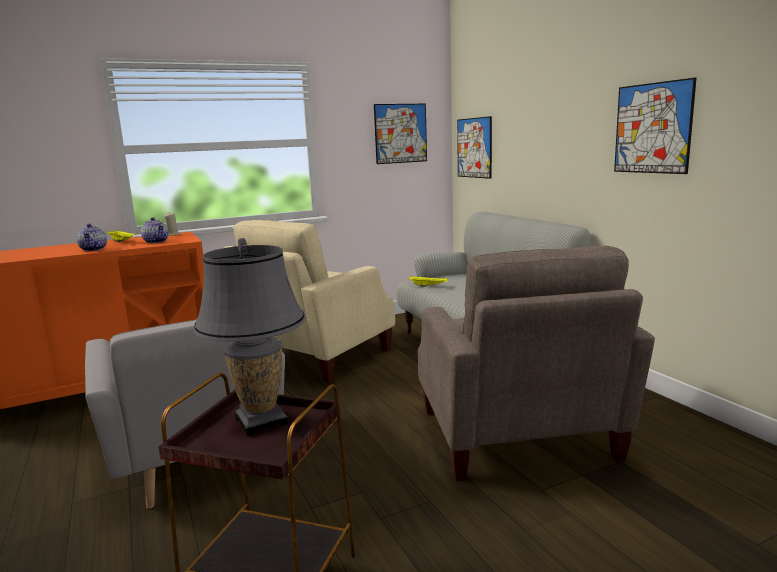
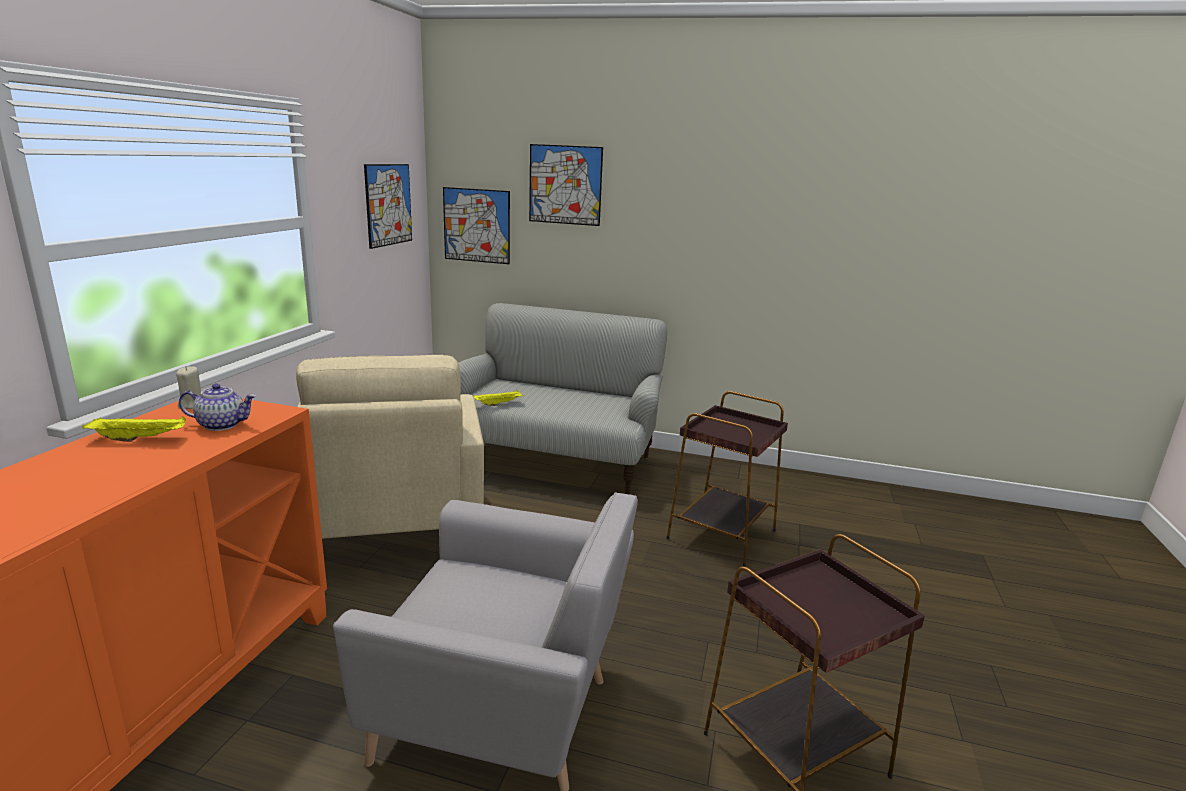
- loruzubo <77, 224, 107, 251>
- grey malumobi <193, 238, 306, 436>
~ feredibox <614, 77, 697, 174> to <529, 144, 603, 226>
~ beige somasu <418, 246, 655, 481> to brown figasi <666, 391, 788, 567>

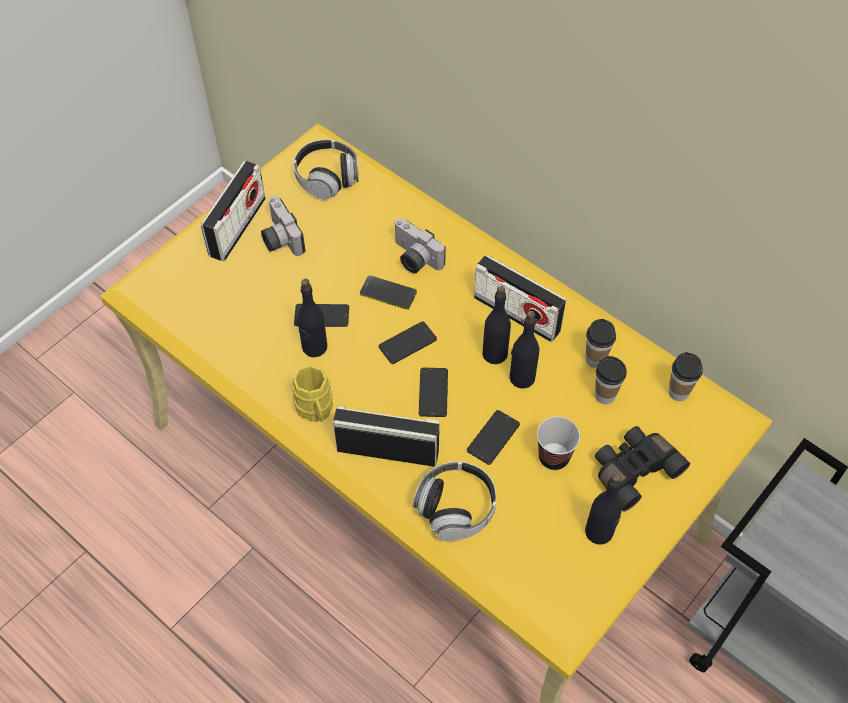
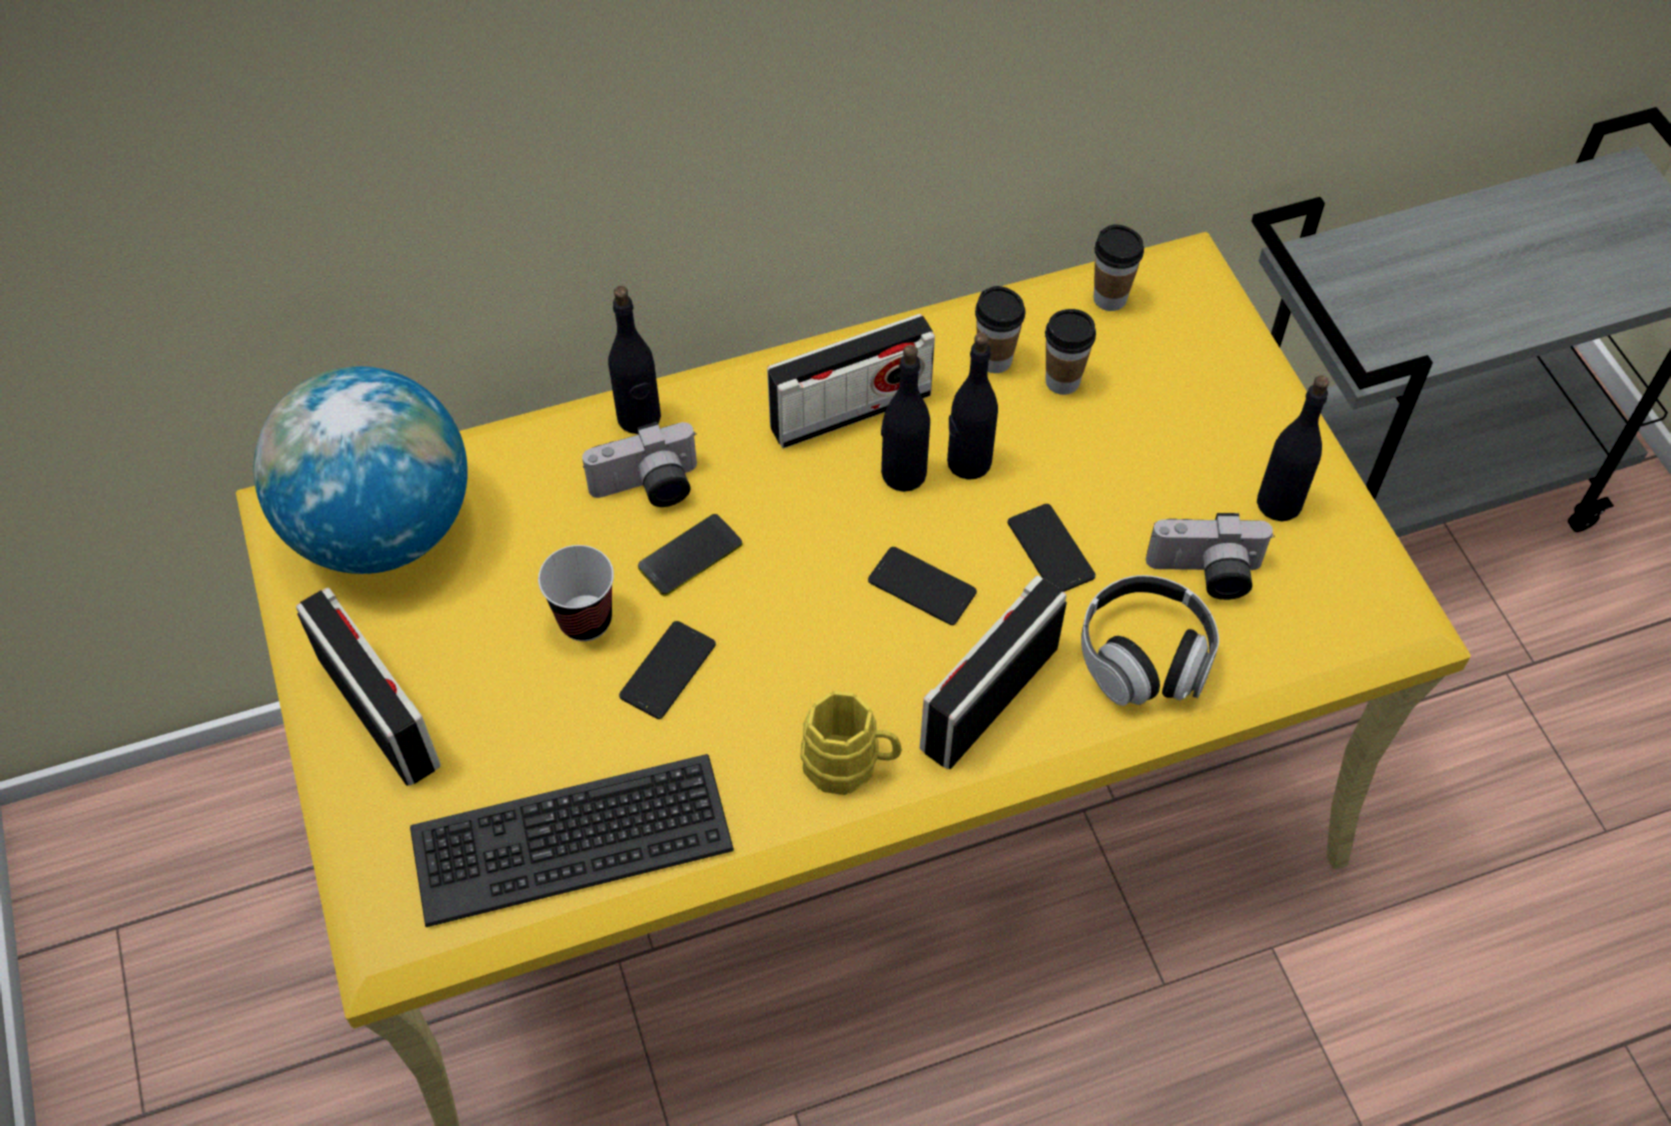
- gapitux <378, 321, 437, 364>
- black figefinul <595, 426, 690, 512>
+ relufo <410, 754, 734, 927>
~ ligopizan <261, 196, 305, 256> to <1146, 513, 1275, 600>
~ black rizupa <298, 279, 327, 357> to <608, 286, 661, 434>
~ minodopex <537, 417, 580, 470> to <538, 545, 614, 641>
~ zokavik <293, 139, 359, 200> to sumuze <253, 366, 468, 574>

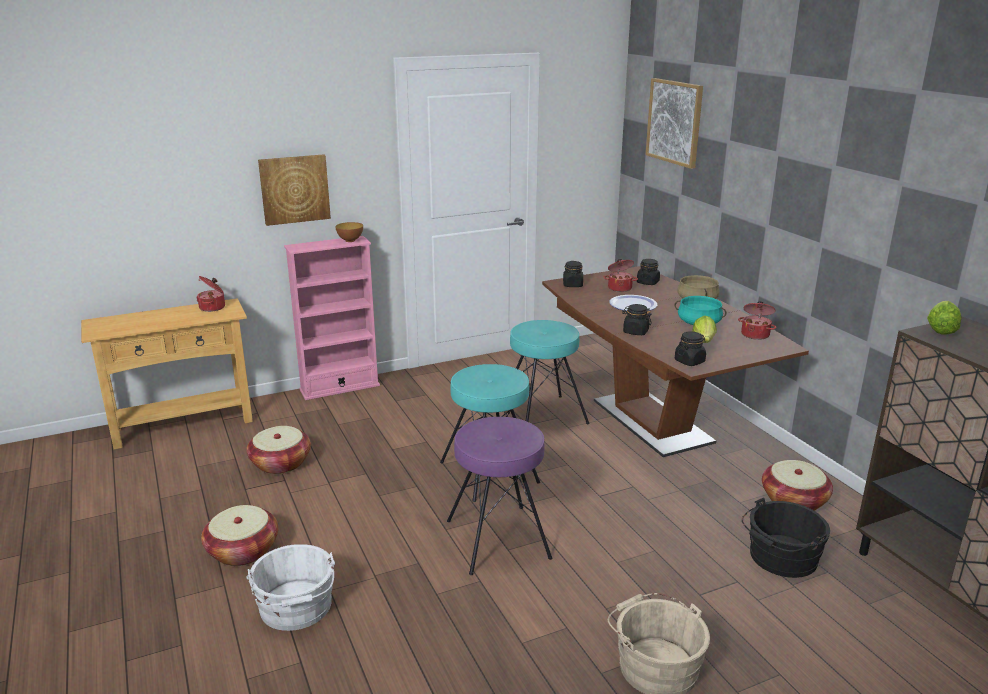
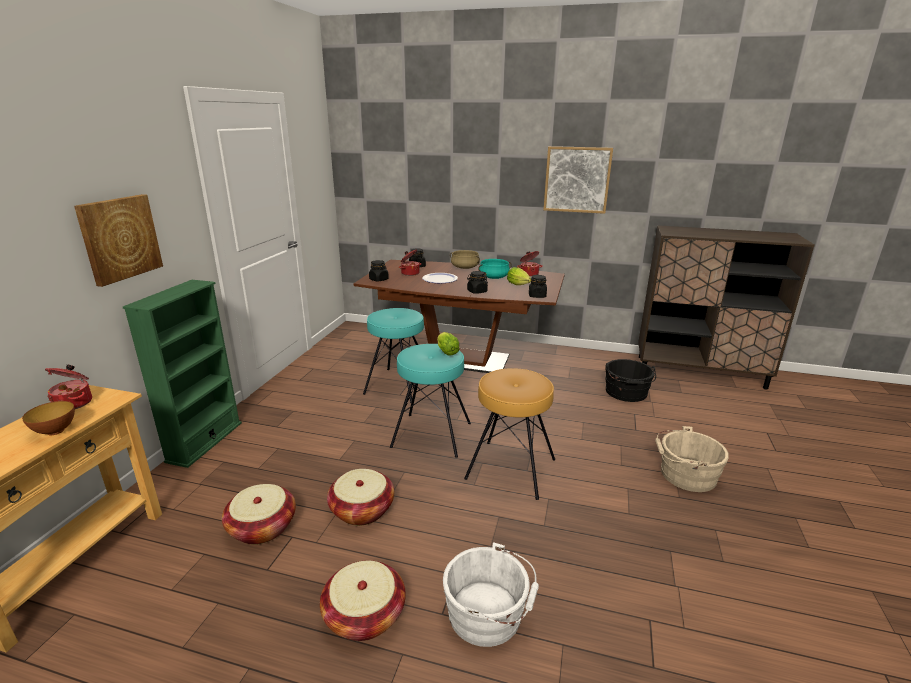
~ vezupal <335, 222, 363, 242> to <22, 401, 75, 435>
~ feredibox <646, 78, 703, 169> to <544, 146, 613, 214>
~ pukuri <762, 460, 833, 511> to <327, 469, 394, 526>
~ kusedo <927, 301, 962, 335> to <437, 332, 460, 355>
~ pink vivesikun <284, 236, 380, 400> to green vivesikun <123, 280, 242, 468>
~ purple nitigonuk <447, 417, 552, 575> to brown nitigonuk <464, 368, 555, 500>

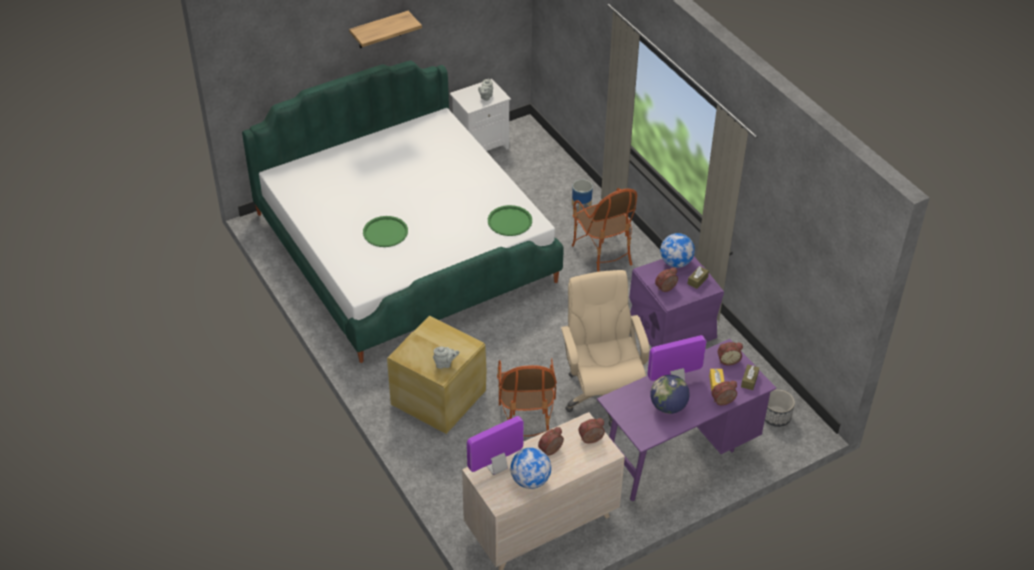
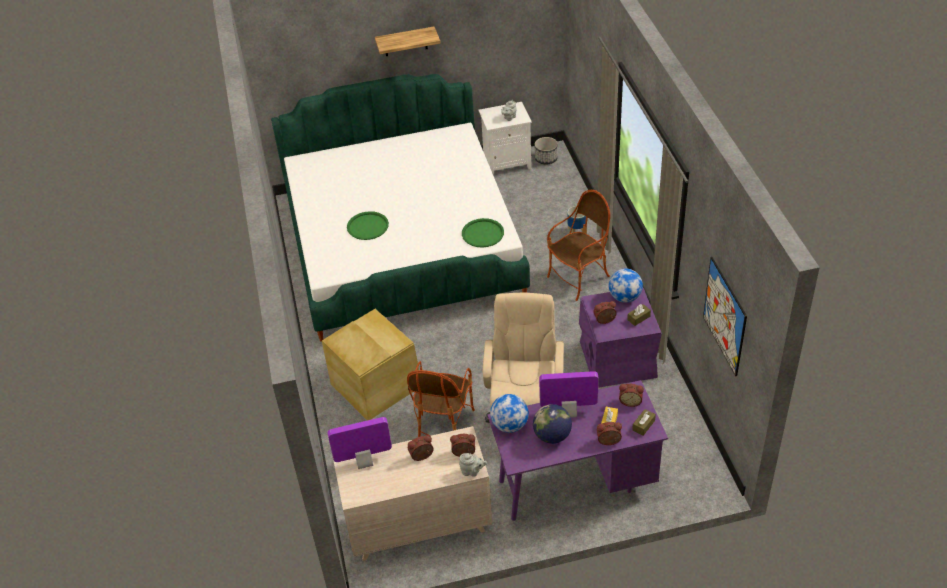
+ feredibox <703, 257, 747, 376>
~ grey loruzubo <433, 346, 459, 369> to <459, 453, 487, 477>
~ sumuze <510, 448, 551, 489> to <490, 394, 529, 433>
~ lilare <765, 389, 795, 427> to <535, 137, 558, 164>
~ somasu <572, 188, 637, 272> = <547, 190, 610, 301> 120 degrees counterclockwise

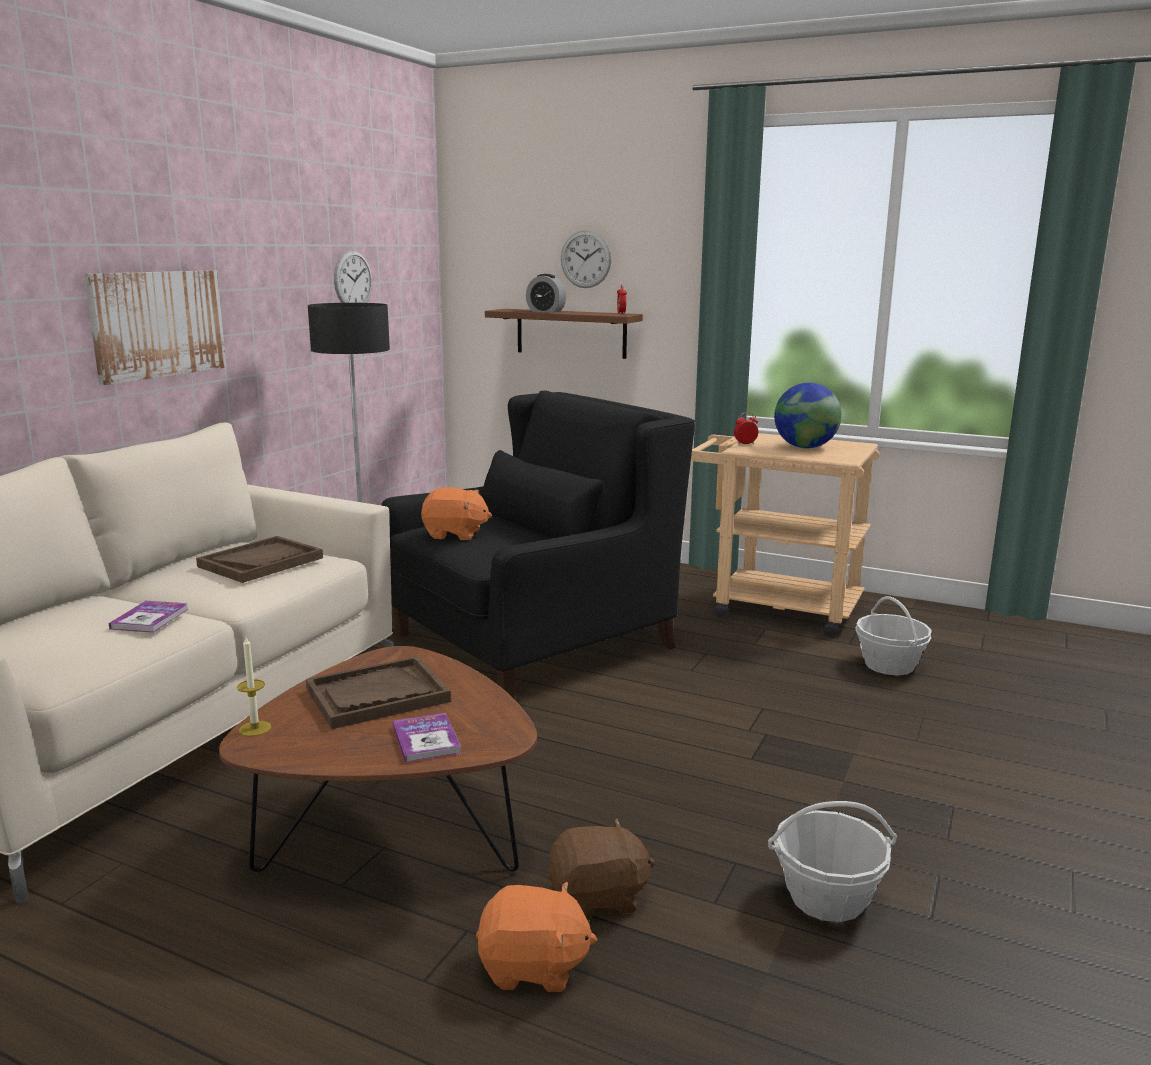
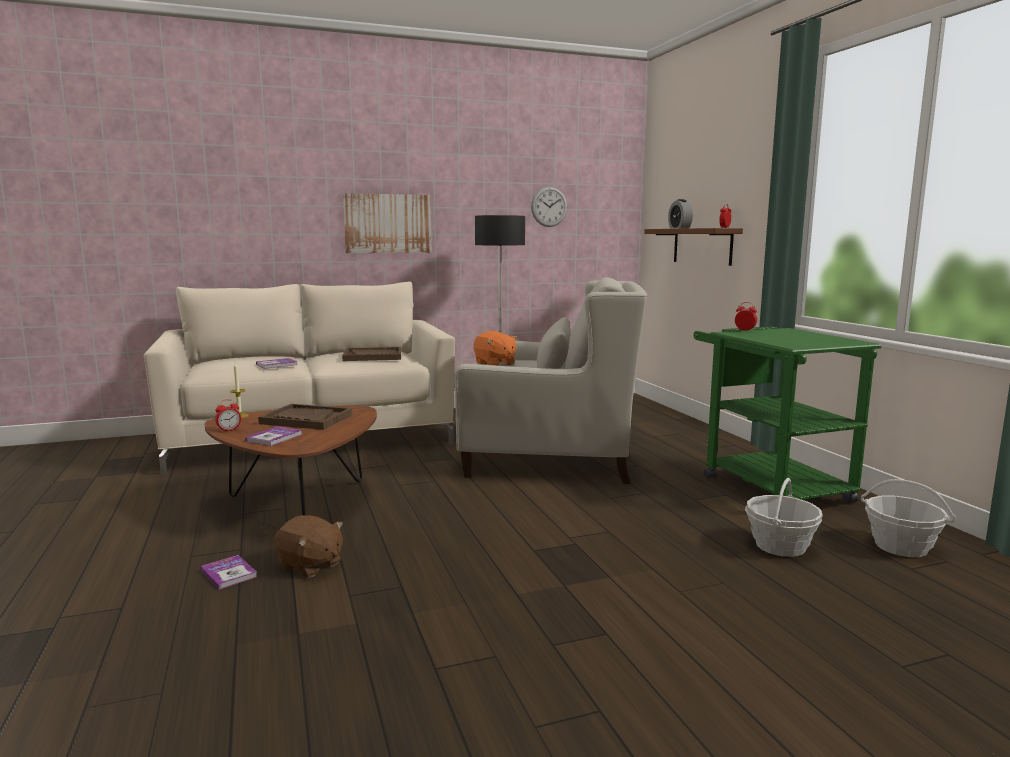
- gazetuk <561, 230, 612, 288>
- sumuze <774, 383, 842, 448>
+ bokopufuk <215, 399, 241, 432>
~ pukuri <768, 801, 897, 922> to <861, 479, 955, 557>
~ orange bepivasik <476, 882, 597, 992> to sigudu <201, 555, 257, 590>
~ black somasu <381, 390, 695, 699> to white somasu <455, 277, 648, 484>
~ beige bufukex <691, 433, 879, 636> to green bufukex <694, 327, 881, 503>

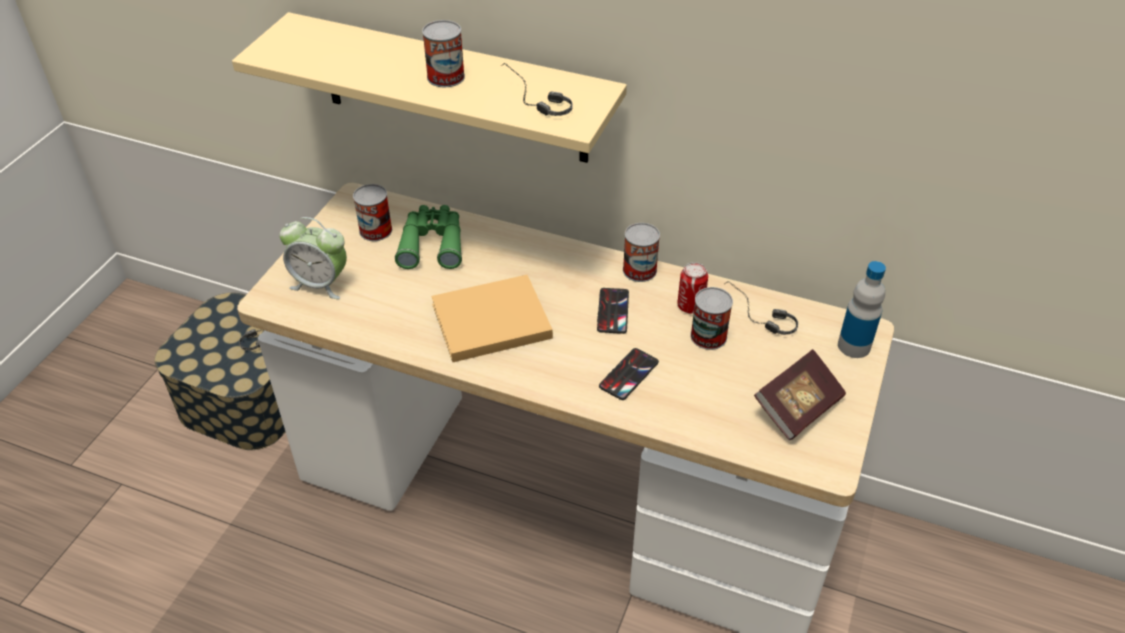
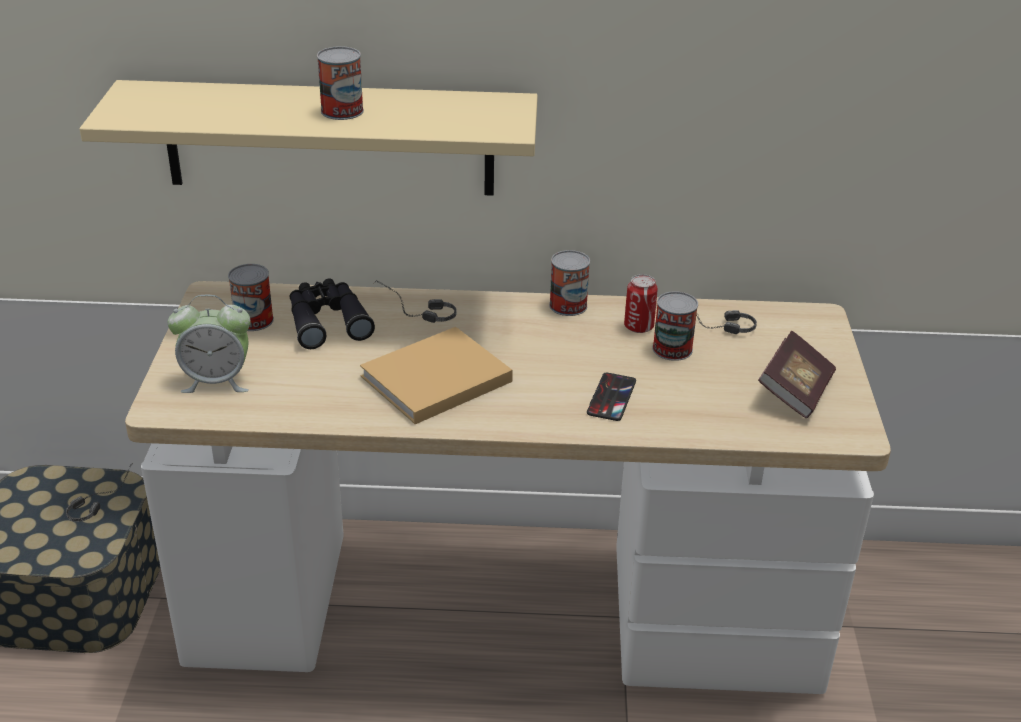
- gapitux <597, 288, 629, 334>
- rizupa <838, 261, 886, 358>
~ zokavik <501, 63, 572, 116> to <373, 280, 457, 323>
~ green figefinul <395, 205, 462, 269> to black figefinul <290, 278, 375, 349>

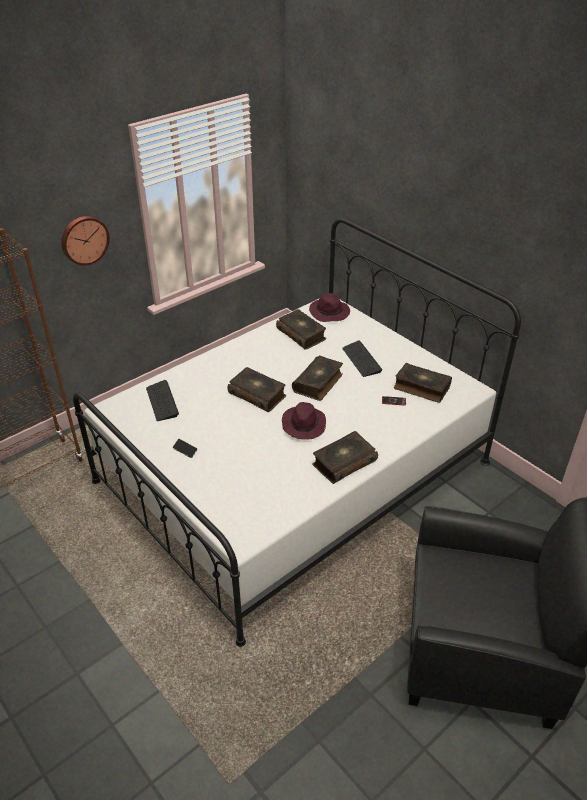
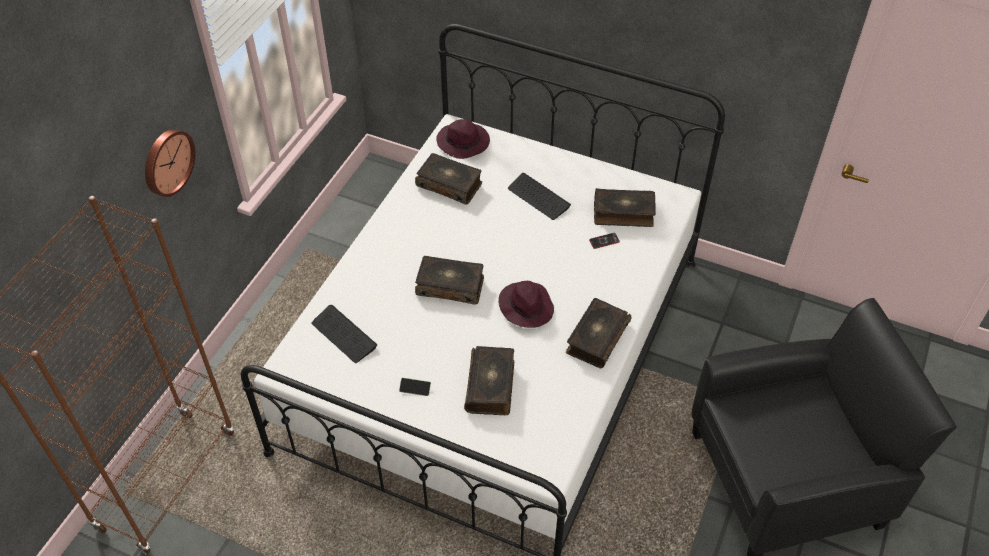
~ sigudu <292, 356, 343, 401> to <464, 346, 514, 415>

